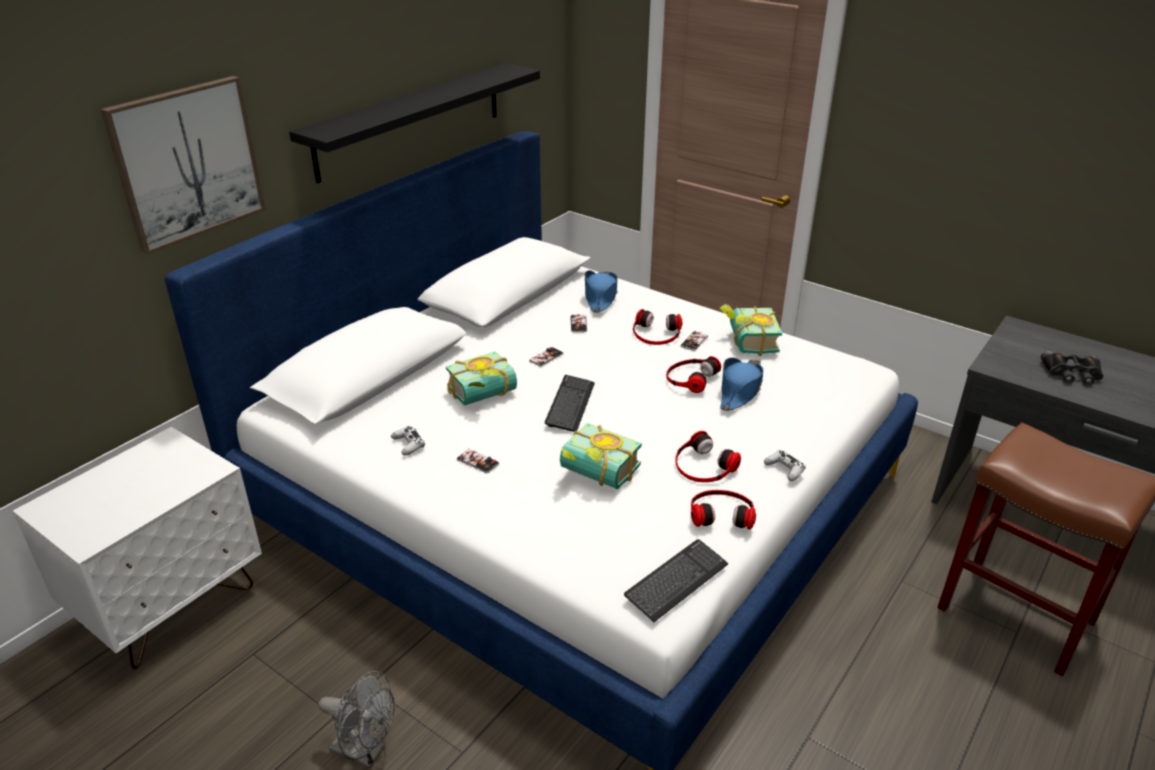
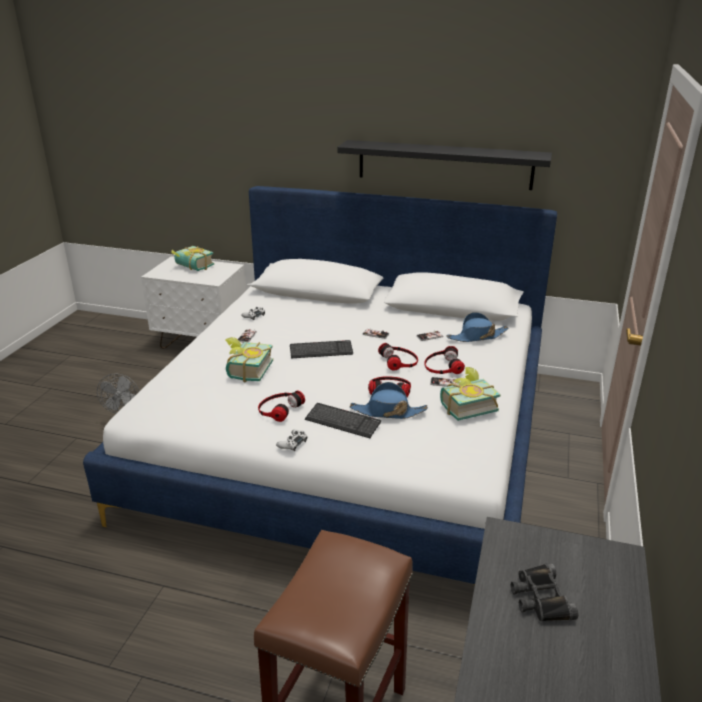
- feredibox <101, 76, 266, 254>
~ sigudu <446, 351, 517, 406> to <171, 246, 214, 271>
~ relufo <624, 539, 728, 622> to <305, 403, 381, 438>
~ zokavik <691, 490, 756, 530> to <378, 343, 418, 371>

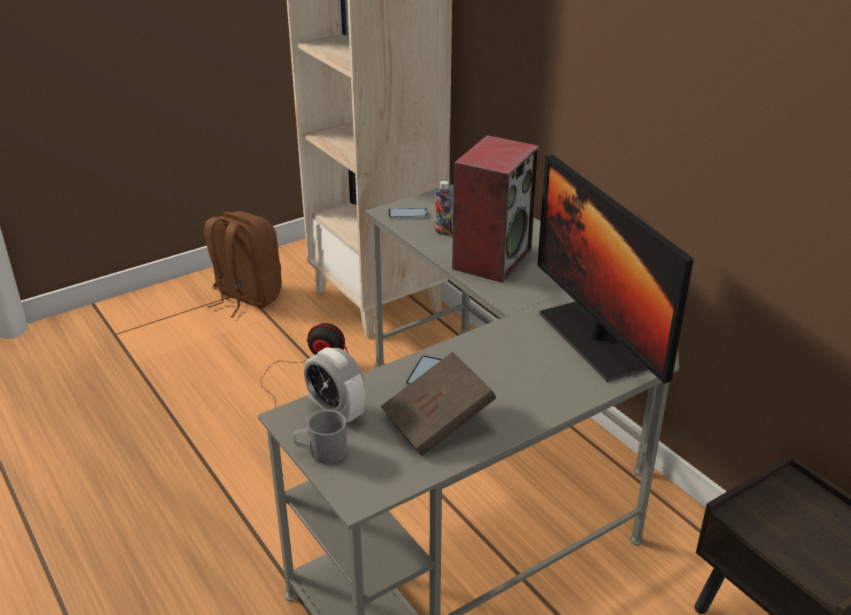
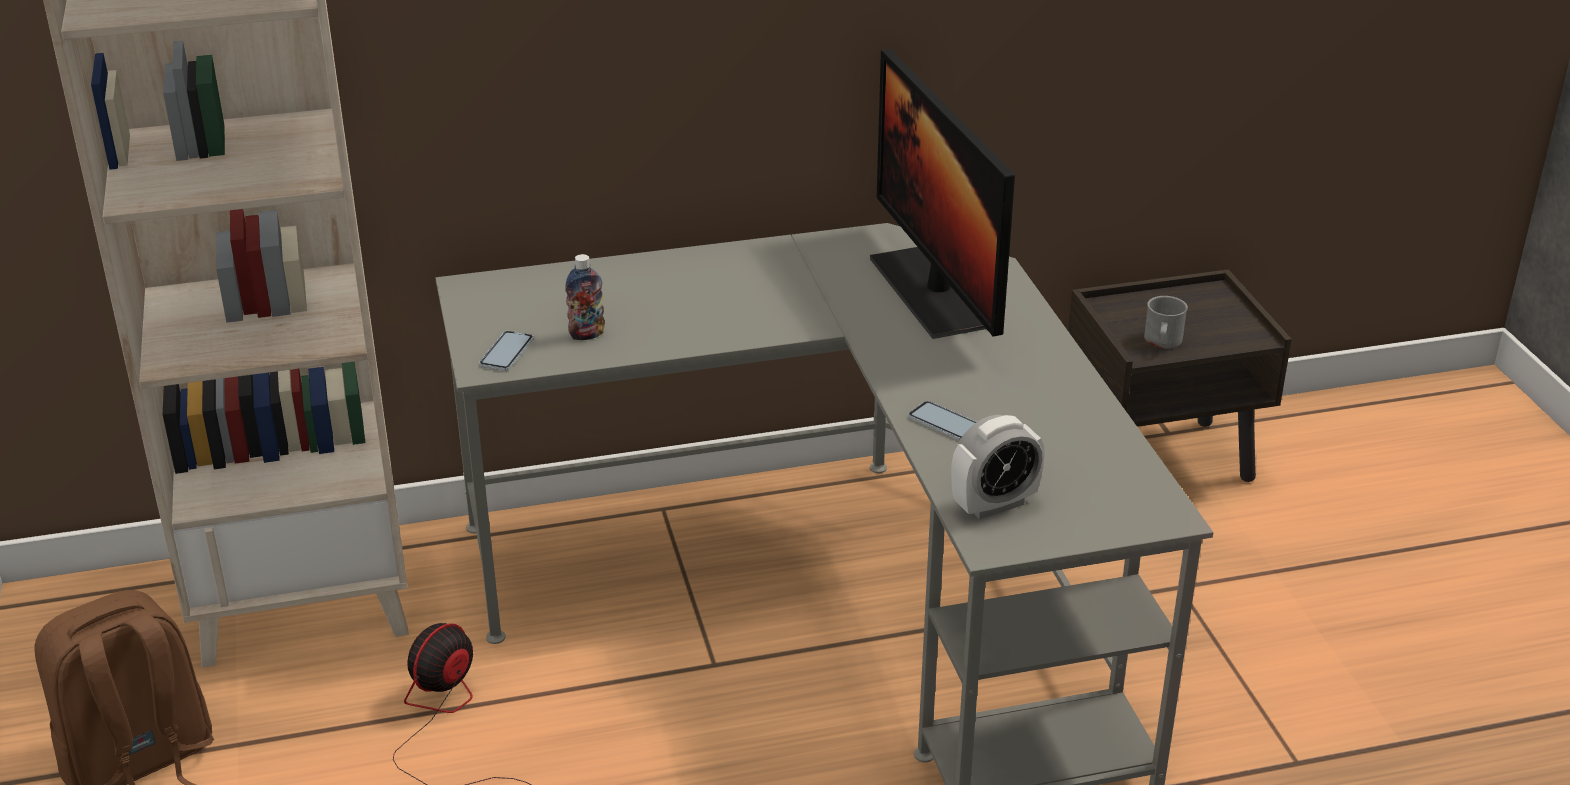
- brown sigudu <381, 352, 496, 457>
- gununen <452, 135, 539, 283>
~ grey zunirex <294, 410, 347, 464> to <1144, 296, 1188, 349>
~ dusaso <537, 155, 694, 384> = <870, 49, 1015, 339> 75 degrees clockwise

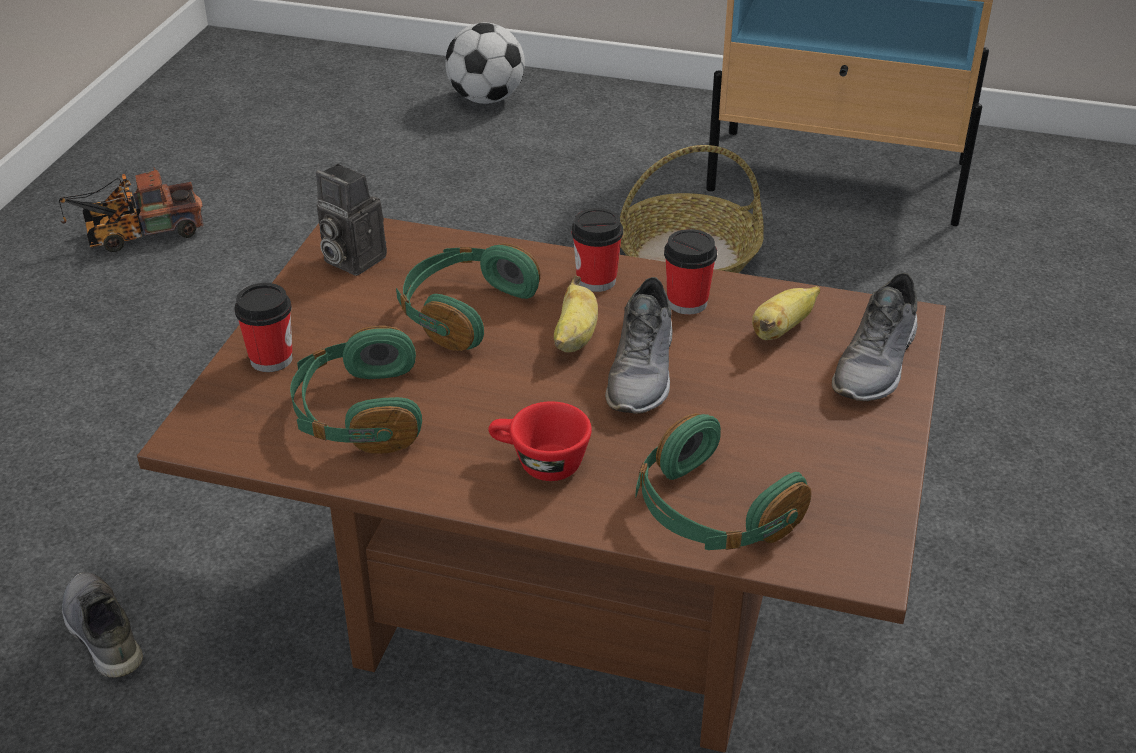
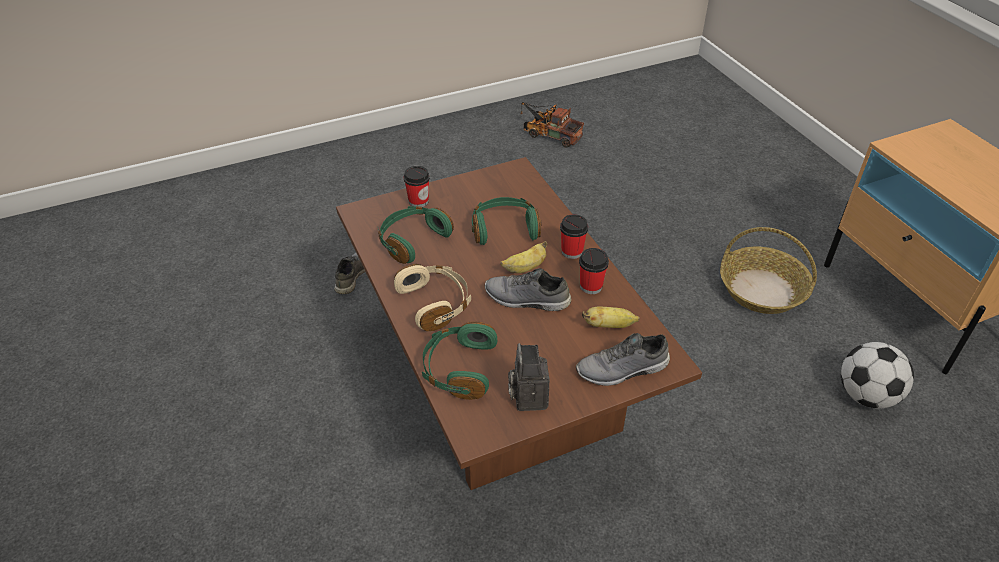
~ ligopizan <316, 164, 387, 276> to <508, 343, 550, 411>
~ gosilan <445, 23, 525, 104> to <841, 342, 914, 408>
~ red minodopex <488, 401, 592, 481> to beige zokavik <394, 264, 471, 332>
~ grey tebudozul <605, 277, 672, 414> = <485, 268, 571, 311> 45 degrees clockwise

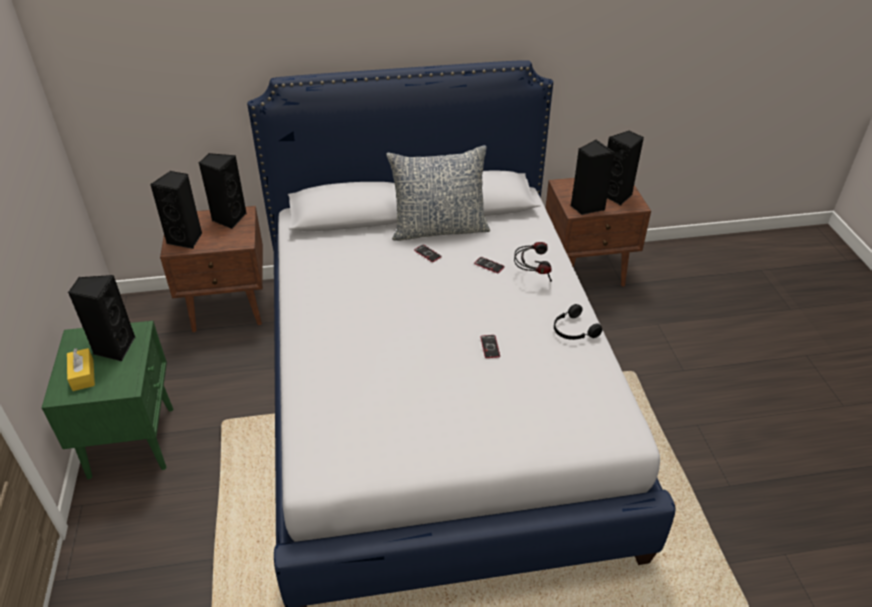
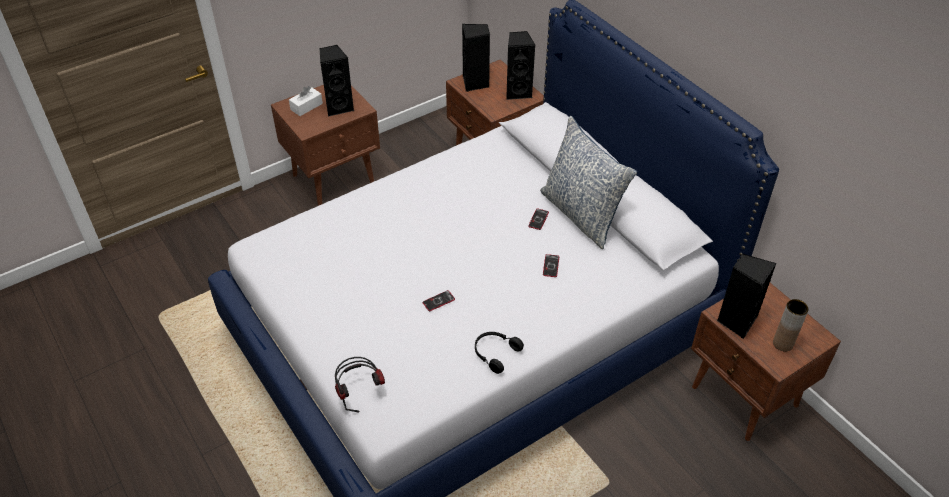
~ zokavik <514, 242, 552, 282> to <335, 357, 385, 413>
~ black gununen <607, 130, 644, 205> to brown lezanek <773, 299, 809, 351>
~ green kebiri <42, 321, 174, 479> to brown kebiri <271, 85, 380, 206>
~ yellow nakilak <67, 348, 95, 391> to white nakilak <289, 86, 323, 116>

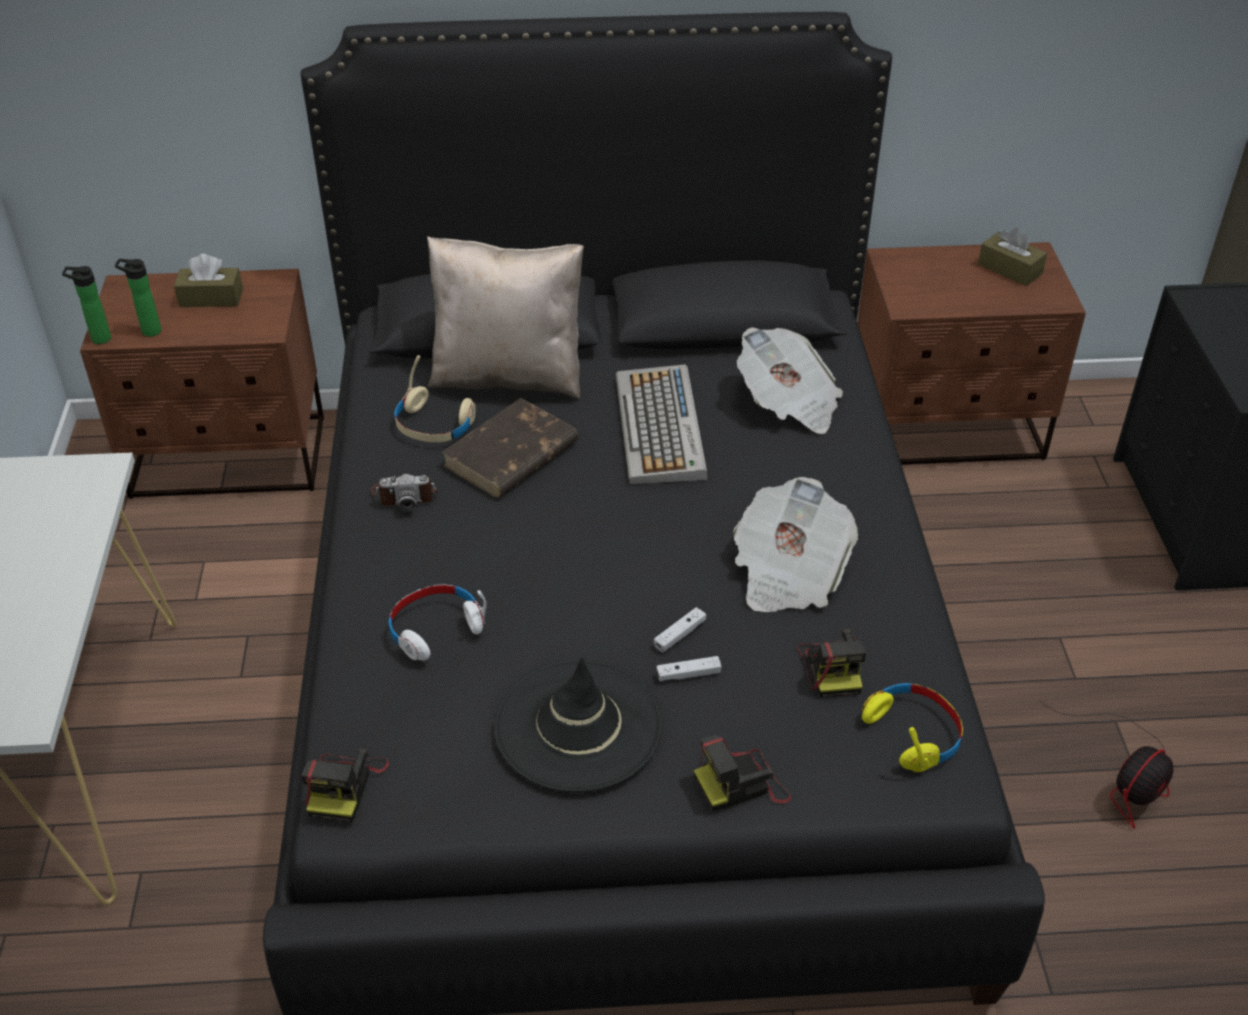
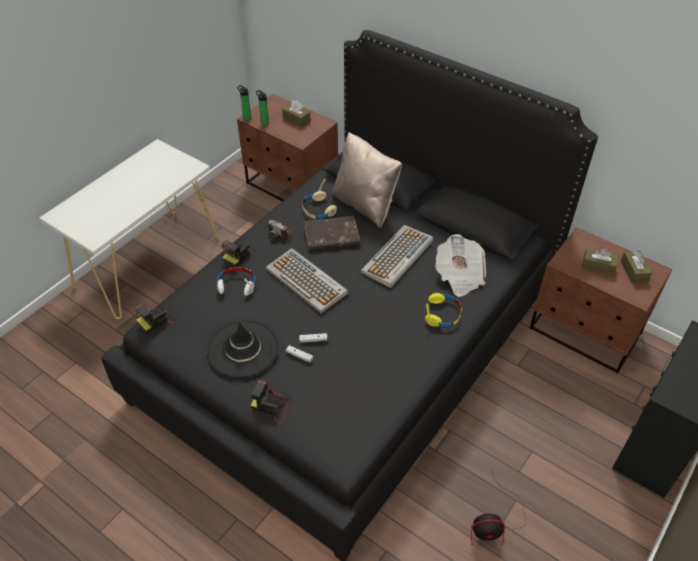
- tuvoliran <733, 477, 858, 612>
+ relufo <266, 248, 348, 313>
+ brown nakilak <582, 248, 619, 276>
~ ligopizan <797, 629, 866, 697> to <222, 240, 258, 267>
~ yellow zokavik <862, 683, 963, 772> to <425, 293, 461, 327>

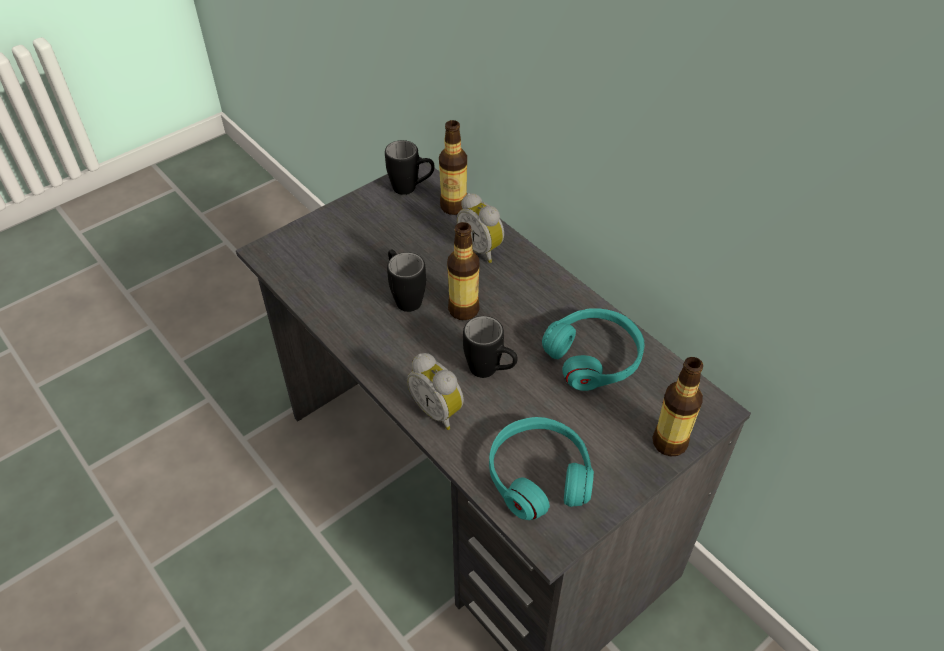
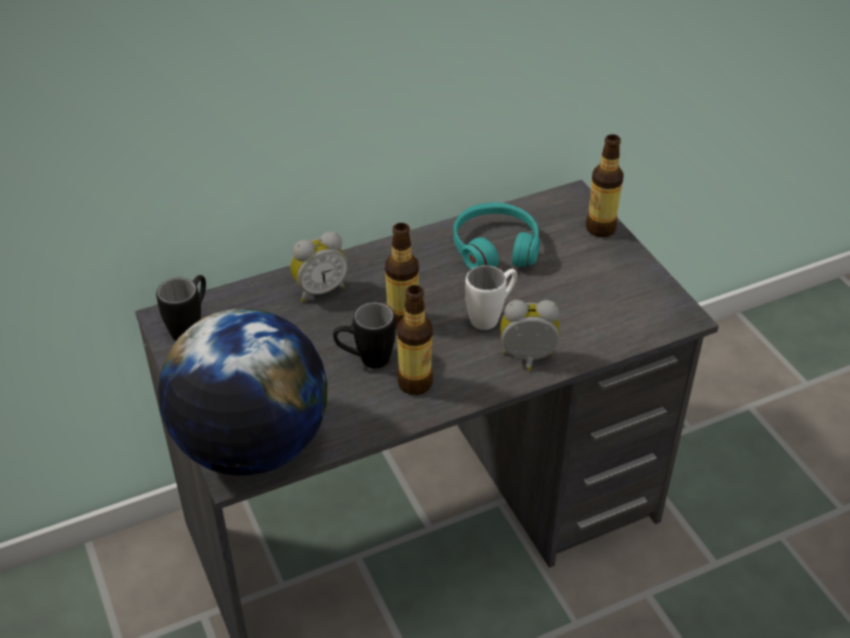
- turquoise zokavik <489, 417, 594, 520>
+ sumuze <158, 308, 327, 476>
~ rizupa <439, 120, 467, 215> to <397, 285, 433, 395>
~ black zunirex <463, 316, 518, 378> to white zunirex <465, 265, 517, 330>
~ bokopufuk <407, 353, 464, 430> = <500, 300, 560, 371> 150 degrees counterclockwise

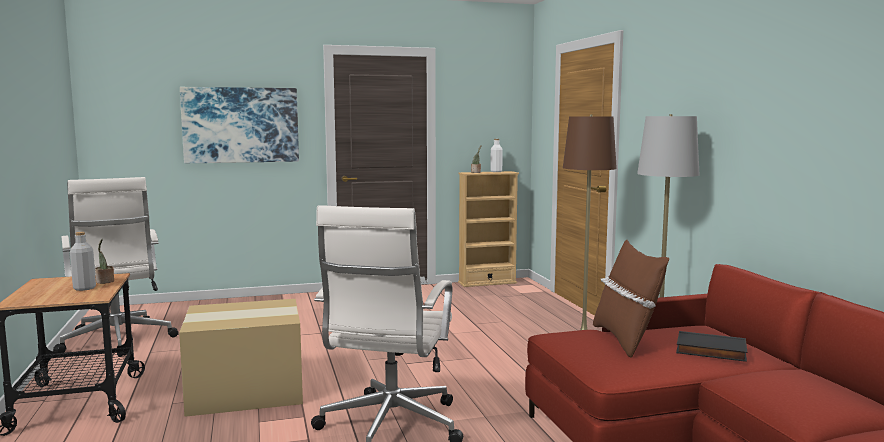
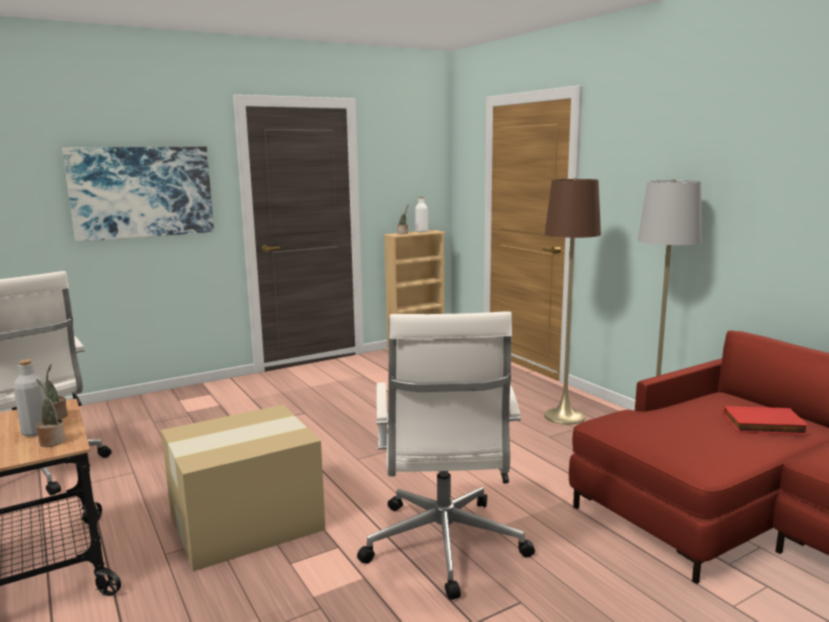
- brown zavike <593, 240, 669, 358>
+ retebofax <36, 379, 66, 447>
~ black sigudu <676, 331, 747, 362> to red sigudu <724, 406, 809, 435>

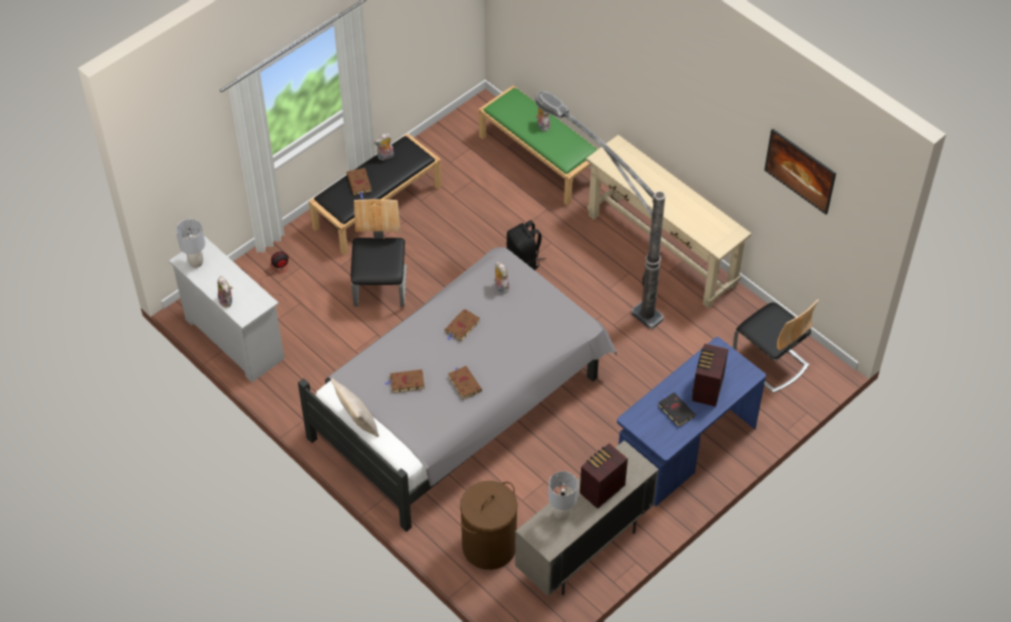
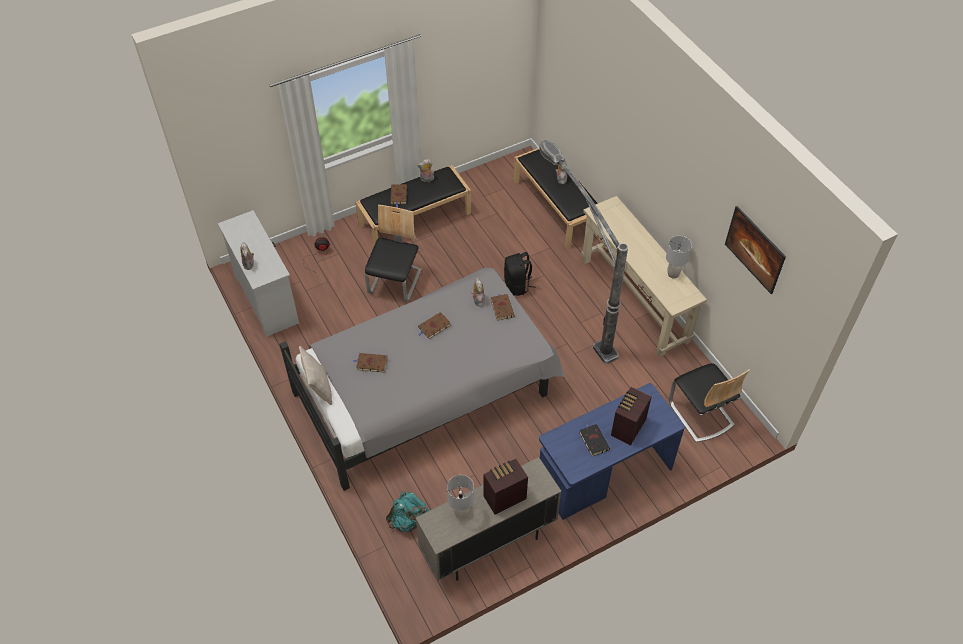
~ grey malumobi <176, 219, 205, 268> to <666, 236, 692, 279>
~ brown sigudu <448, 366, 482, 400> to <491, 294, 515, 320>
~ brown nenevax <460, 481, 518, 570> to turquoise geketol <386, 491, 429, 532>
~ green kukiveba <479, 86, 598, 206> to black kukiveba <514, 148, 598, 249>

